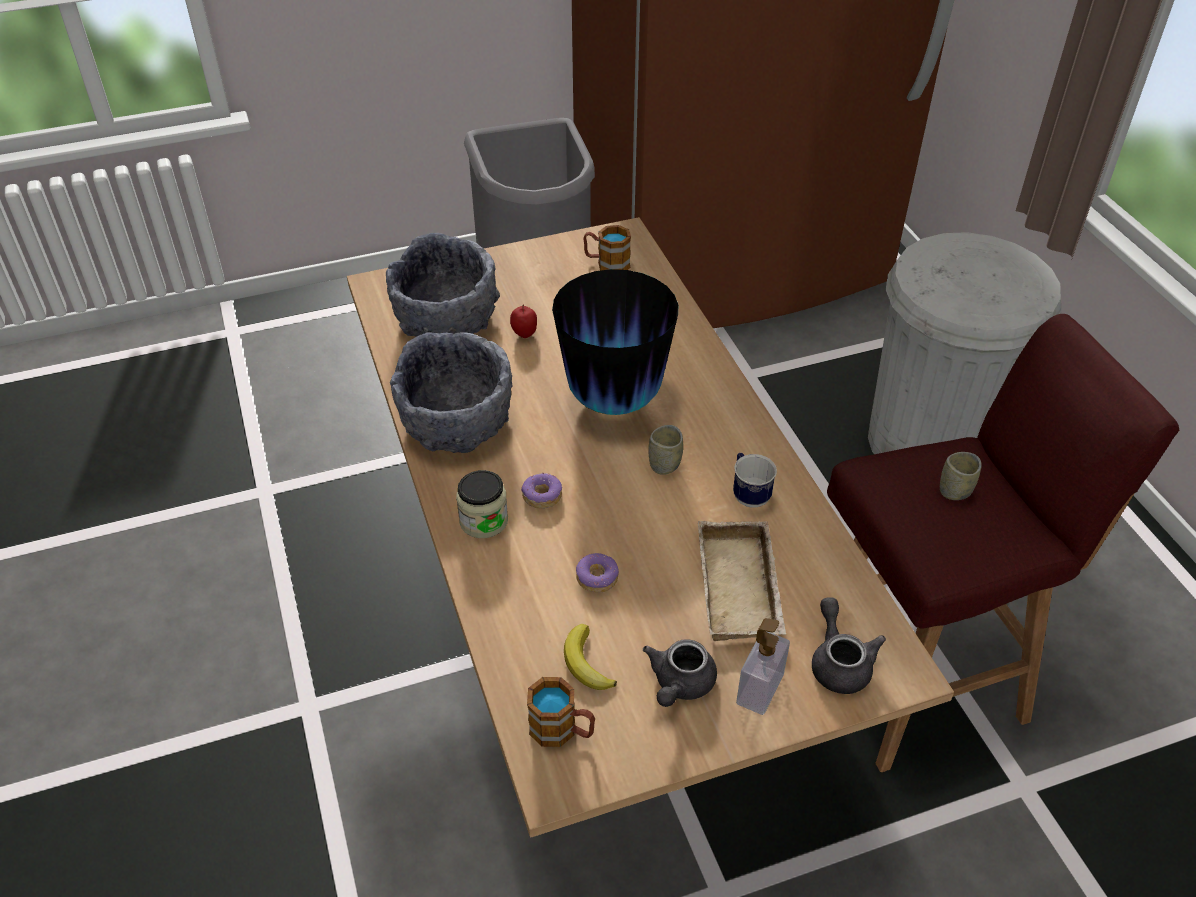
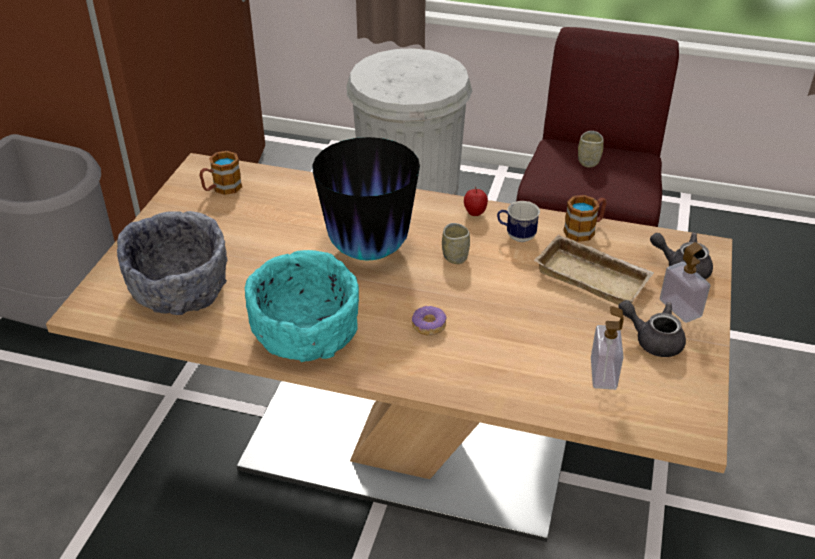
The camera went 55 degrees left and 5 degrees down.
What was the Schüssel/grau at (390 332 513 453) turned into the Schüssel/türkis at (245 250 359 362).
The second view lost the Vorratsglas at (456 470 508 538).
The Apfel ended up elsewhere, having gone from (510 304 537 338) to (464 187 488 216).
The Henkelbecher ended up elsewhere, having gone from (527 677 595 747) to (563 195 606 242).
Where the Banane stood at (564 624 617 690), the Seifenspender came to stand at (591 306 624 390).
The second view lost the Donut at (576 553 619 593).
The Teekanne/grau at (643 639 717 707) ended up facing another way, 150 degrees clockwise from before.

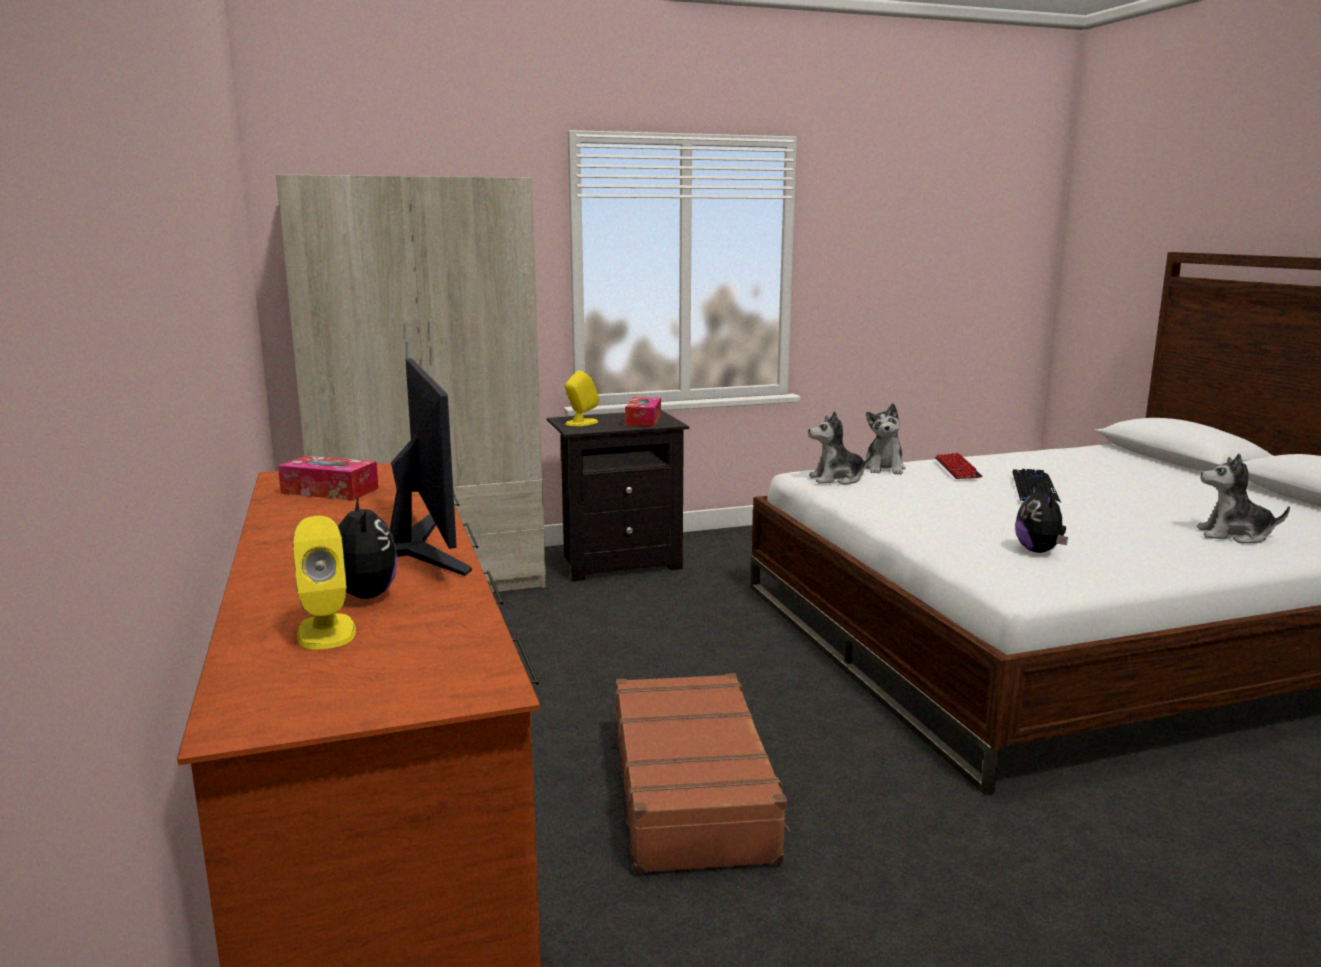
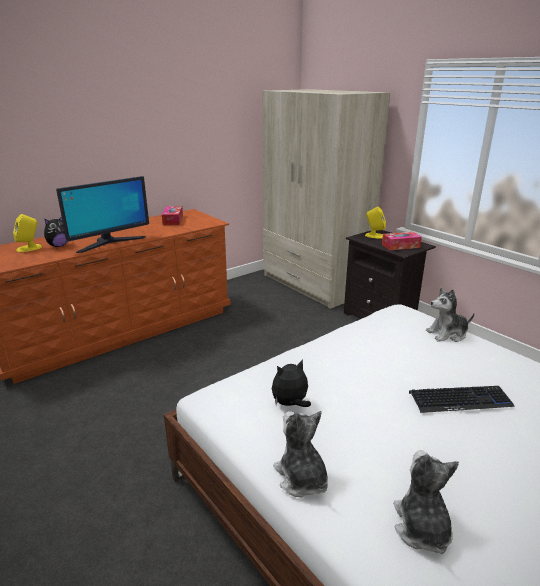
The camera went 70 degrees right and 10 degrees up.
The second view lost the Koffer/braun at (615 673 791 874).
The Plüschtier ended up elsewhere, having gone from (808 411 874 485) to (273 411 328 497).
The second view lost the Tastatur at (935 453 982 479).

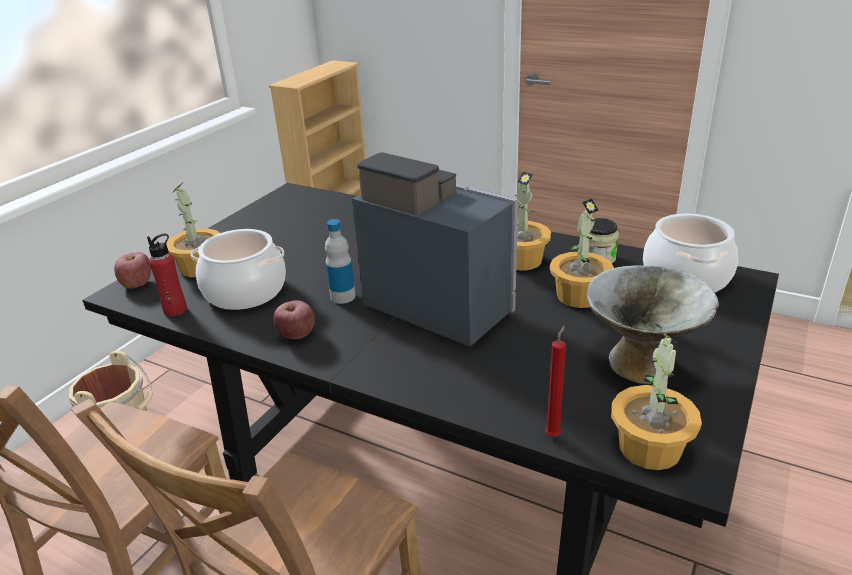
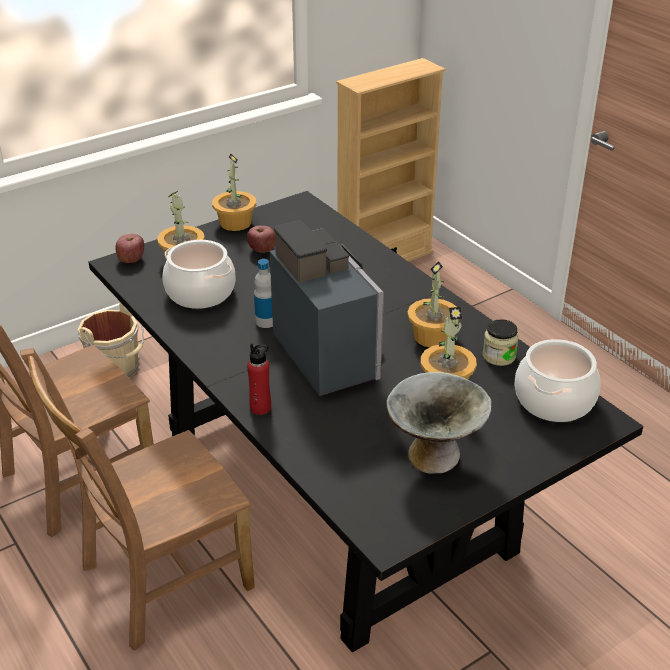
The camera went 25 degrees right and 5 degrees up.
The Flasche/rot ended up elsewhere, having gone from (147 233 187 316) to (247 344 271 415).
The Apfel ended up elsewhere, having gone from (273 301 315 339) to (247 226 275 253).
The second view lost the Kerze/rot at (545 325 566 437).
The Topfpflanze ended up elsewhere, having gone from (611 329 702 470) to (212 153 256 231).

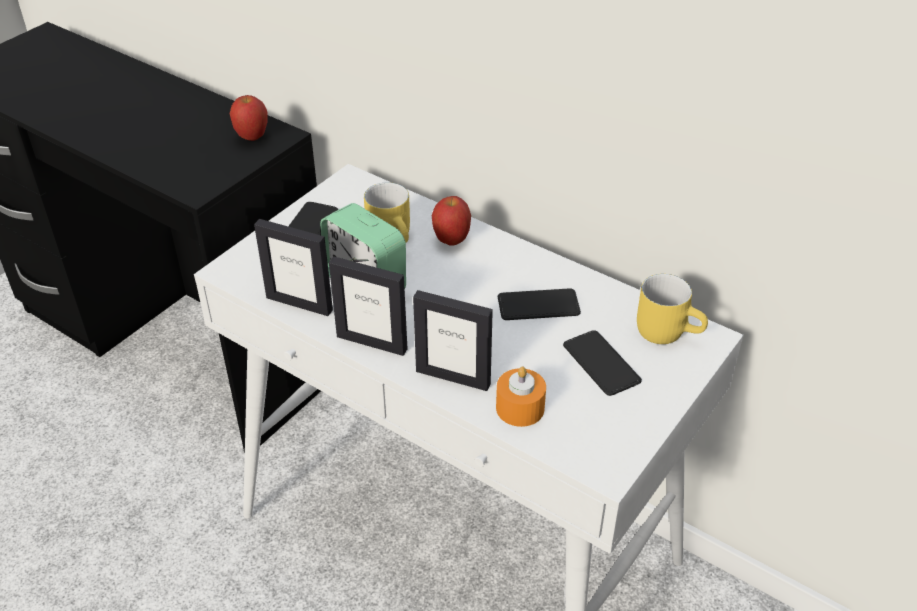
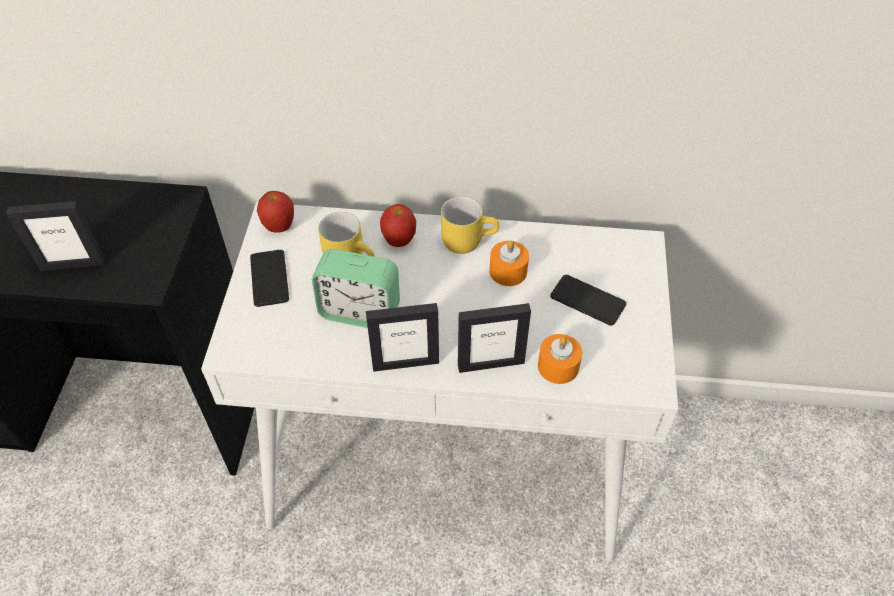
The camera went 30 degrees left and 10 degrees up.
The Apfel ended up elsewhere, having gone from (230 95 268 141) to (257 191 294 233).
The Bilderrahmen ended up elsewhere, having gone from (254 219 333 316) to (6 201 105 271).
Where the Handy stood at (498 288 581 320), the Kerze/orange came to stand at (489 240 529 286).
The Henkelbecher/gelb ended up elsewhere, having gone from (637 274 708 344) to (441 196 499 254).

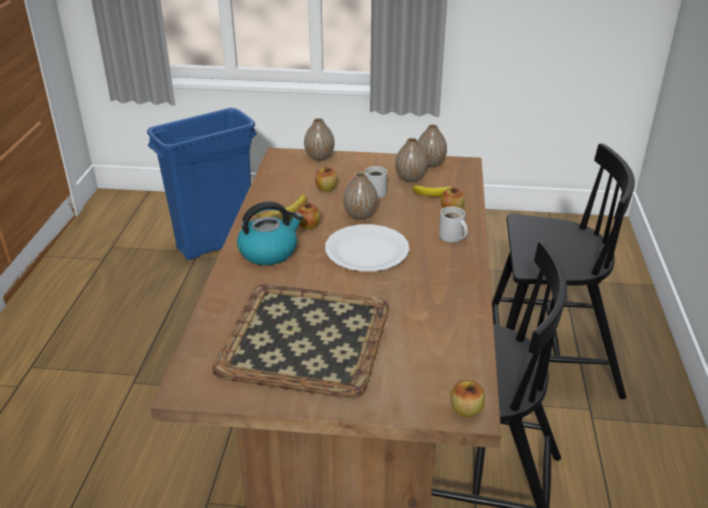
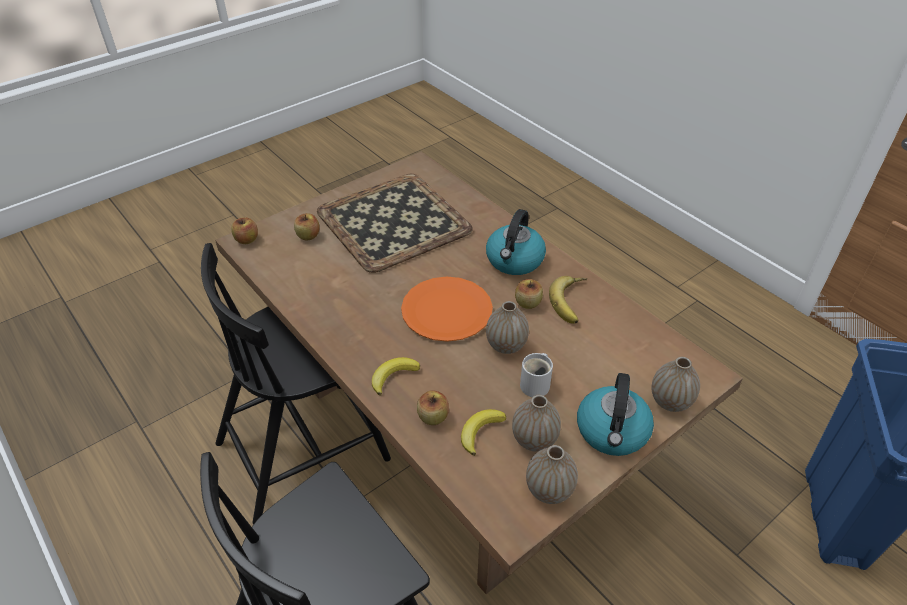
The camera went 135 degrees right and 10 degrees up.
The Apfel ended up elsewhere, having gone from (315 166 338 192) to (294 213 320 240).
What was the Teller/weiß at (325 224 409 272) turned into the Teller/orange at (401 276 493 342).
Where the Henkelbecher/weiß stood at (439 206 468 242), the Banane came to stand at (372 357 420 396).
The second view gained the Wasserkessel at (577 373 654 456).

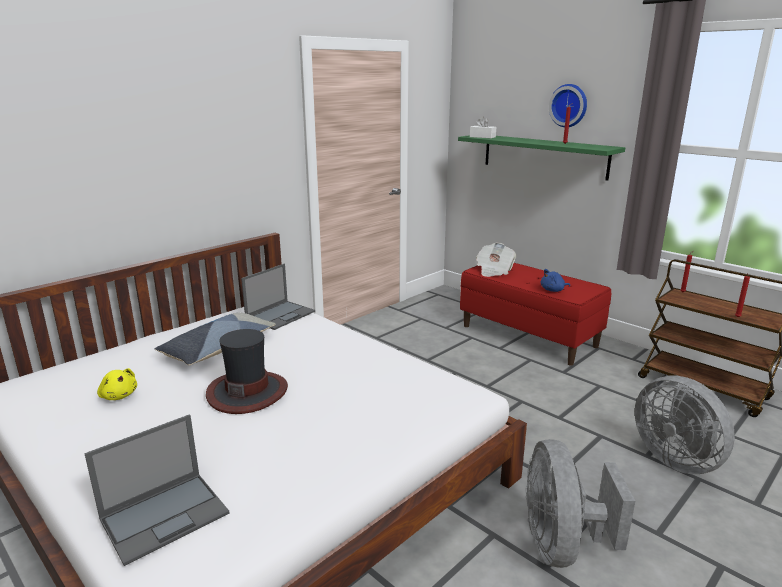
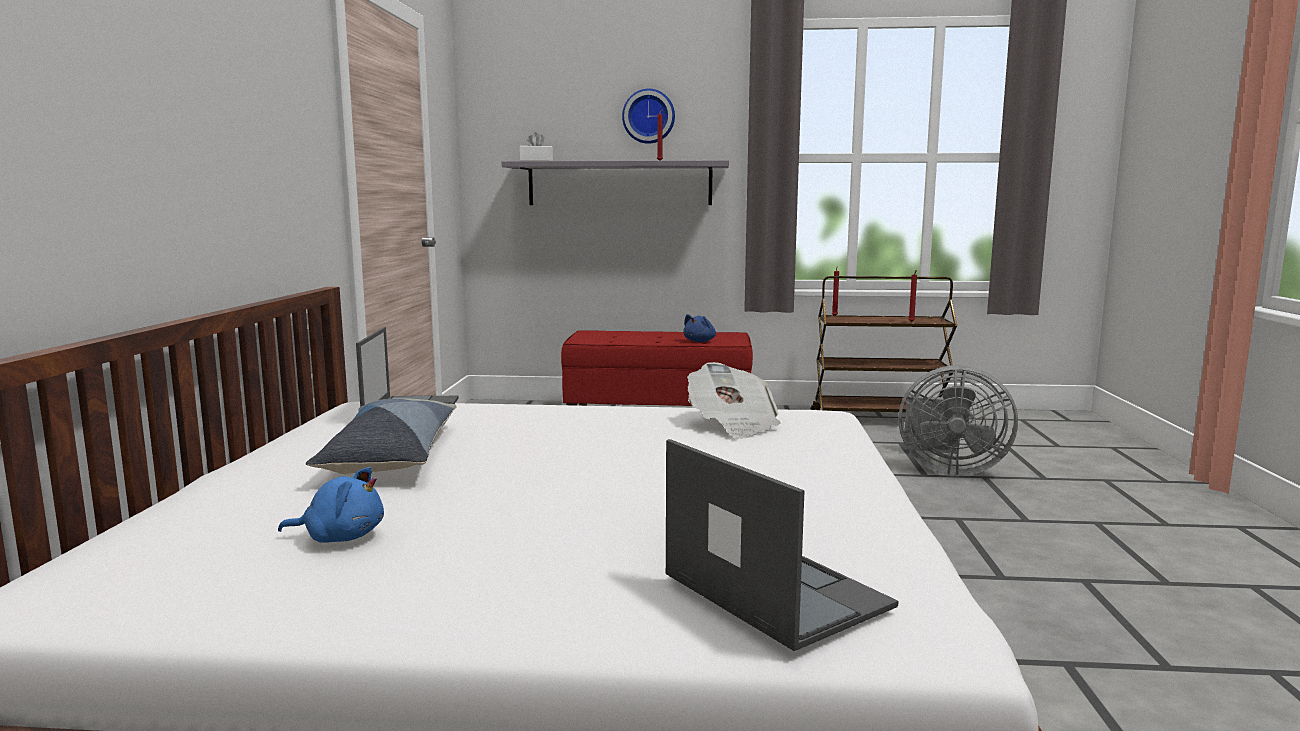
The camera went 40 degrees left and 10 degrees down.
The Laptop at (84 414 229 566) ended up facing another way, 45 degrees counterclockwise from before.
What was the Plüschtier/gelb at (97 368 137 400) turned into the Plüschtier/blau at (278 467 384 542).
The second view lost the Hut at (206 329 288 414).
What was the Wandregal/grün at (458 135 625 181) turned into the Wandregal/grau at (502 160 729 205).
The Zeitung ended up elsewhere, having gone from (476 242 517 277) to (687 362 781 439).
The second view lost the Ventilator/grau at (526 439 635 568).

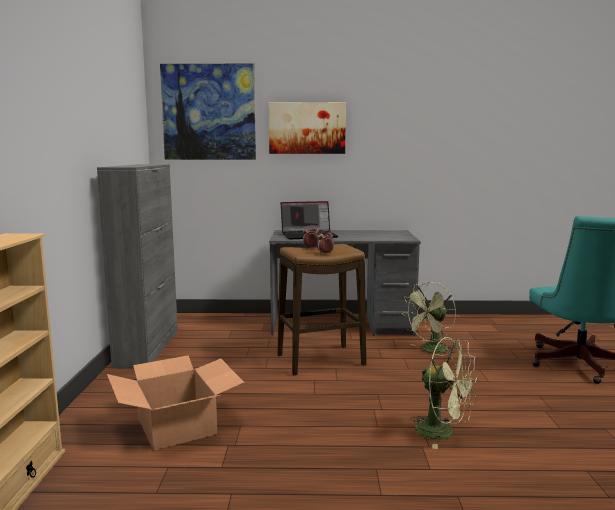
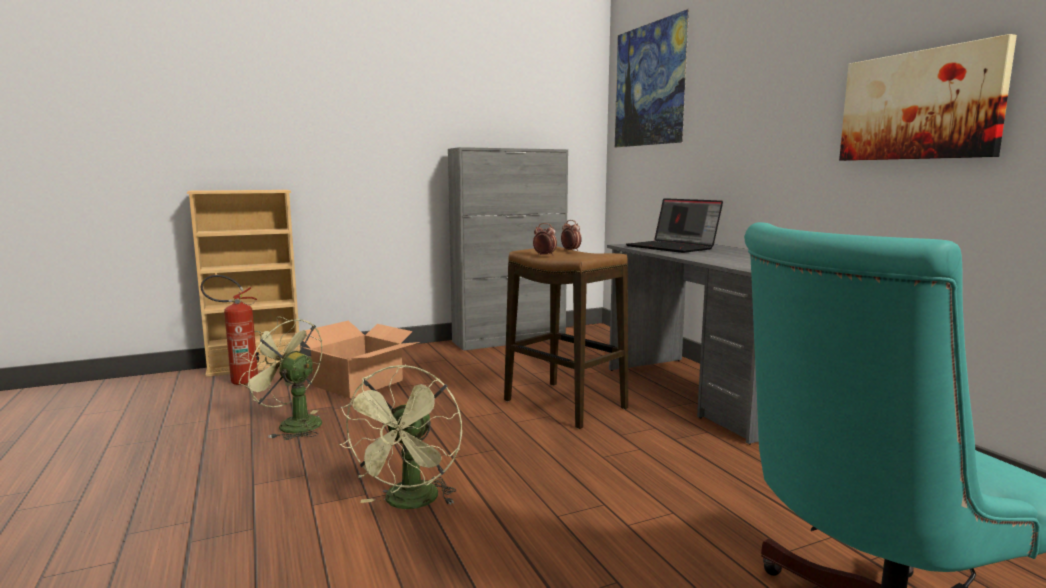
The camera went 65 degrees right and 0 degrees up.
The Bild ended up elsewhere, having gone from (269 102 346 154) to (839 34 1017 161).
The Ventilator/grün ended up elsewhere, having gone from (402 282 457 356) to (239 317 322 440).
The second view gained the Feuerlöscher at (201 275 258 385).

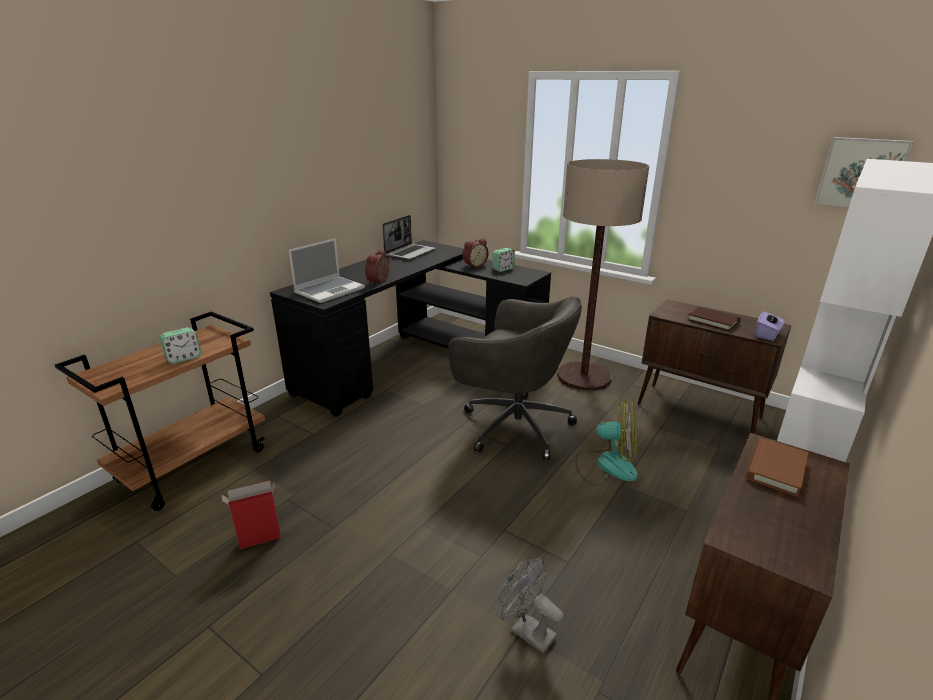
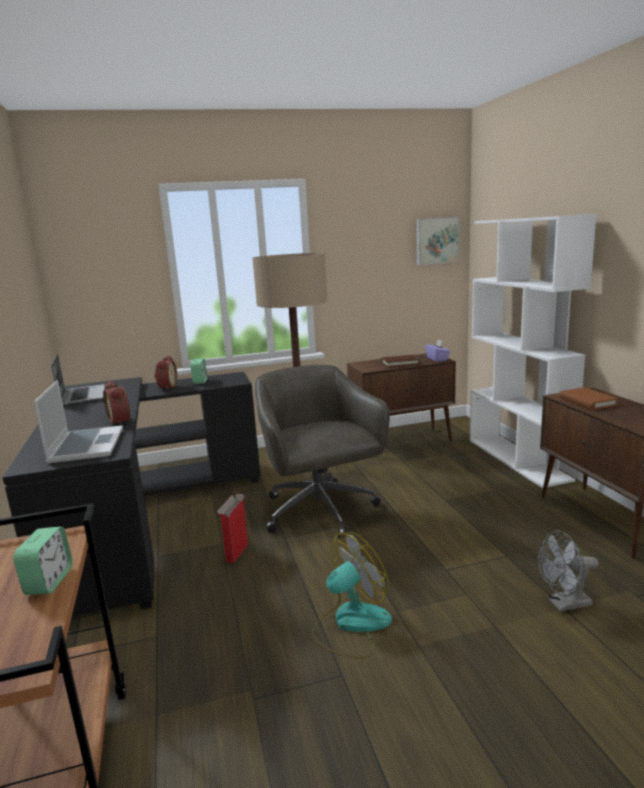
The camera went 50 degrees left and 10 degrees down.
The Karton ended up elsewhere, having gone from (222 481 281 549) to (217 494 248 563).
The Bürostuhl/grau at (448 296 582 460) ended up facing another way, 90 degrees counterclockwise from before.
The Ventilator ended up elsewhere, having gone from (575 400 637 486) to (312 532 392 659).

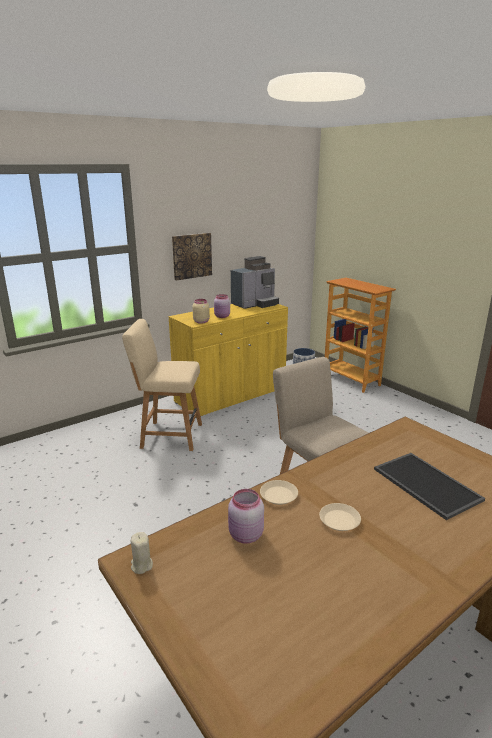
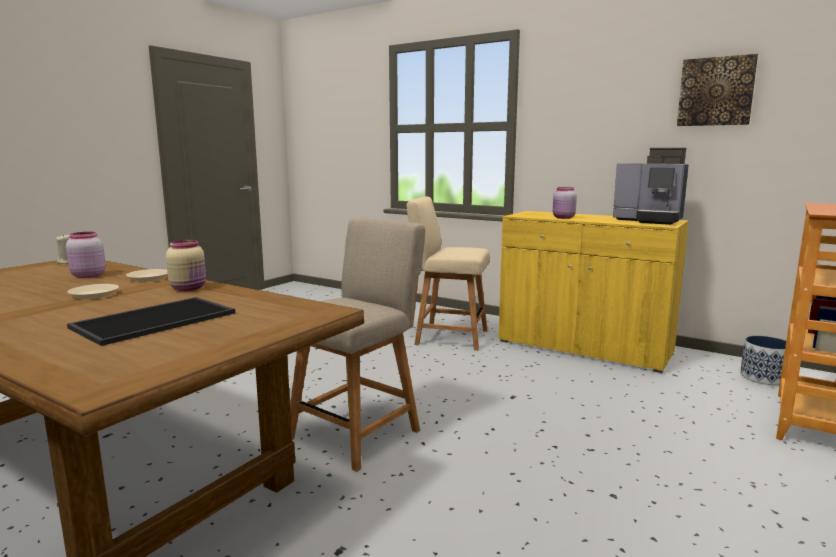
The camera went 70 degrees right and 10 degrees down.
The Stuhl/beige at (122 319 202 451) ended up facing another way, 60 degrees counterclockwise from before.
The Bild ended up elsewhere, having gone from (172 233 212 281) to (677 54 758 126).
The Vorratsglas/beige ended up elsewhere, having gone from (192 299 210 324) to (166 240 206 291).

